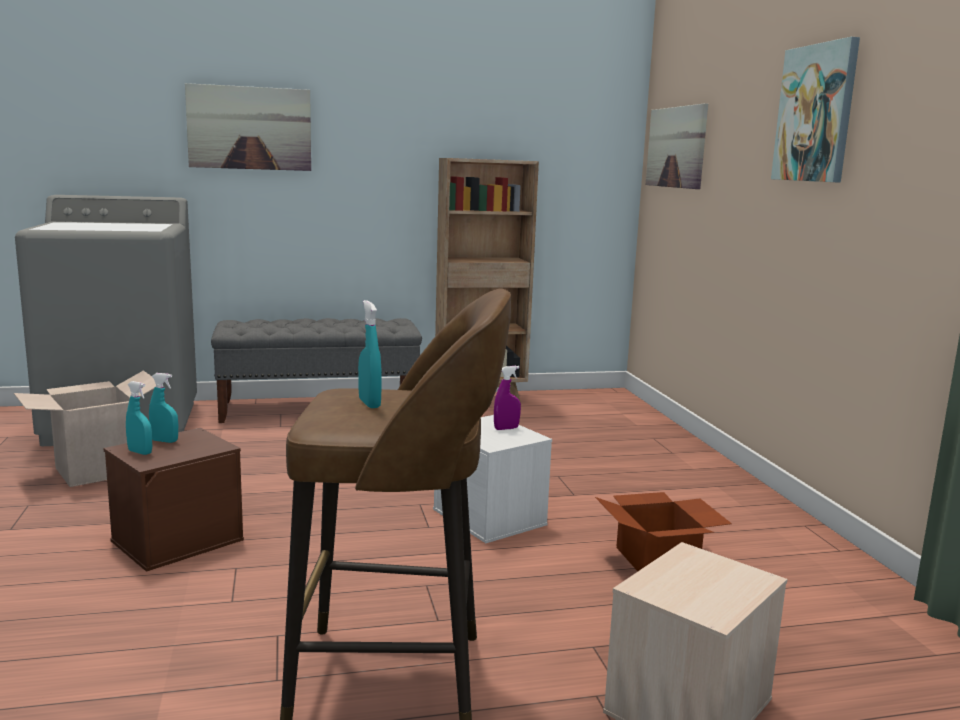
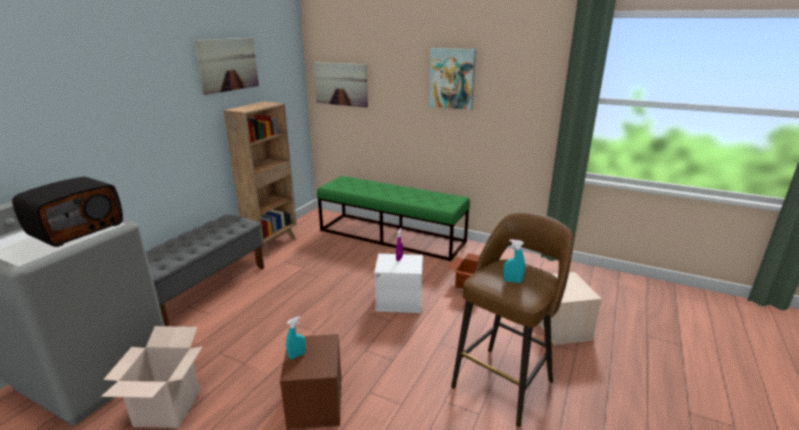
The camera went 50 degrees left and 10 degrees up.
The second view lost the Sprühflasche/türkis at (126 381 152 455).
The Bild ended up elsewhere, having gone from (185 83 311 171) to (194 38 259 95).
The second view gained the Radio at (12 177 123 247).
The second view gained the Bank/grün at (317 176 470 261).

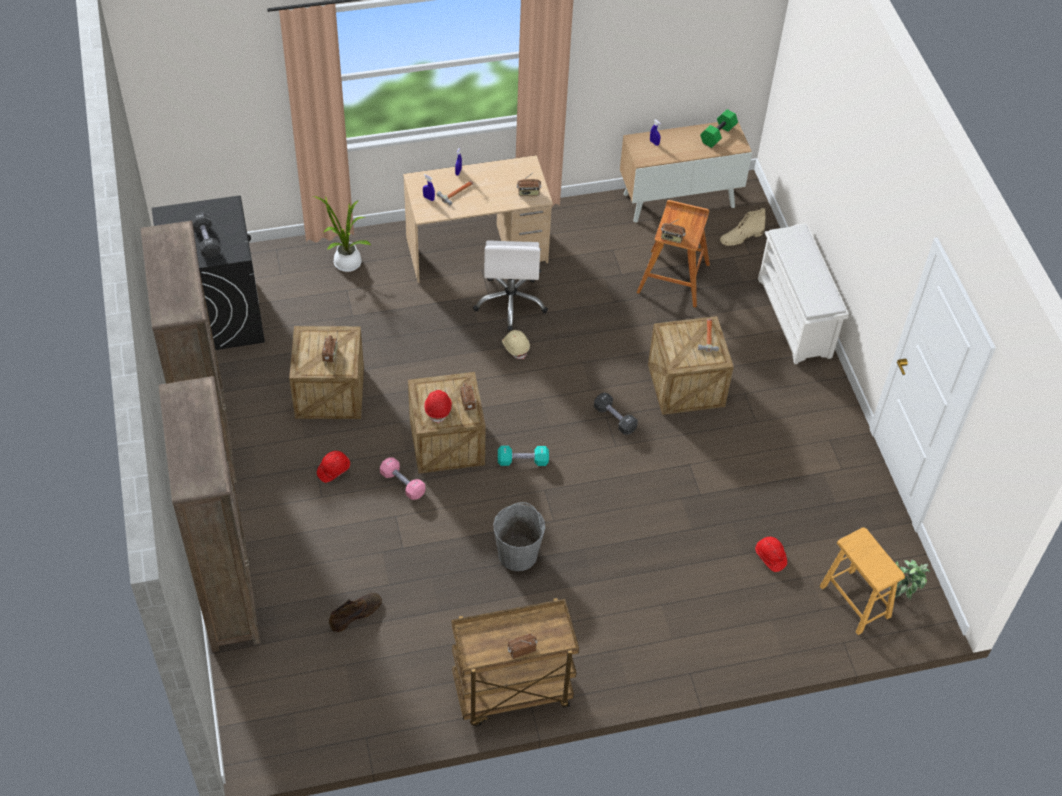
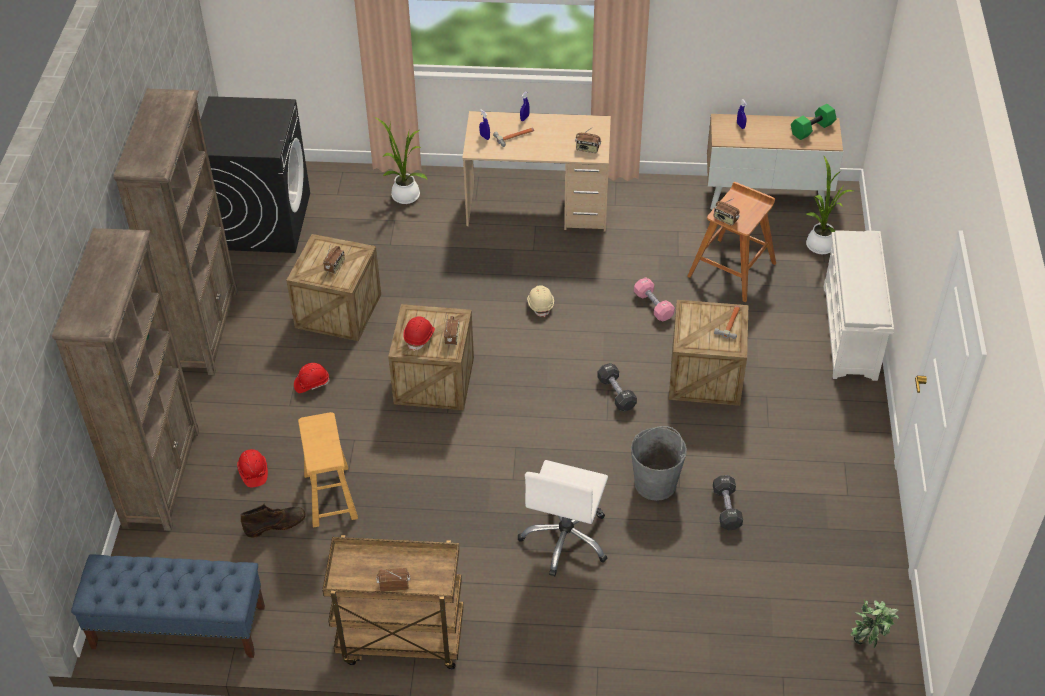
The camera went 20 degrees right and 5 degrees down.
The Hantel/schwarz ended up elsewhere, having gone from (190 212 221 258) to (713 475 743 530).
The Hantel/rosa ended up elsewhere, having gone from (380 458 425 500) to (634 277 675 322).
The Bürostuhl/weiß ended up elsewhere, having gone from (473 240 548 331) to (518 460 608 576).
The Eimer/grau ended up elsewhere, having gone from (493 502 545 571) to (631 426 687 501).
The second view lost the Hantel/türkis at (498 446 549 466).
Where the Stiefel/beige stood at (720 208 766 246), the Topfpflanze came to stand at (806 156 854 254).
The Schutzhelm/rot ended up elsewhere, having gone from (755 537 787 572) to (237 449 268 487).
The Hocker/braun ended up elsewhere, having gone from (820 527 905 635) to (298 412 358 527).
The second view gained the Bank/blau at (71 555 265 658).

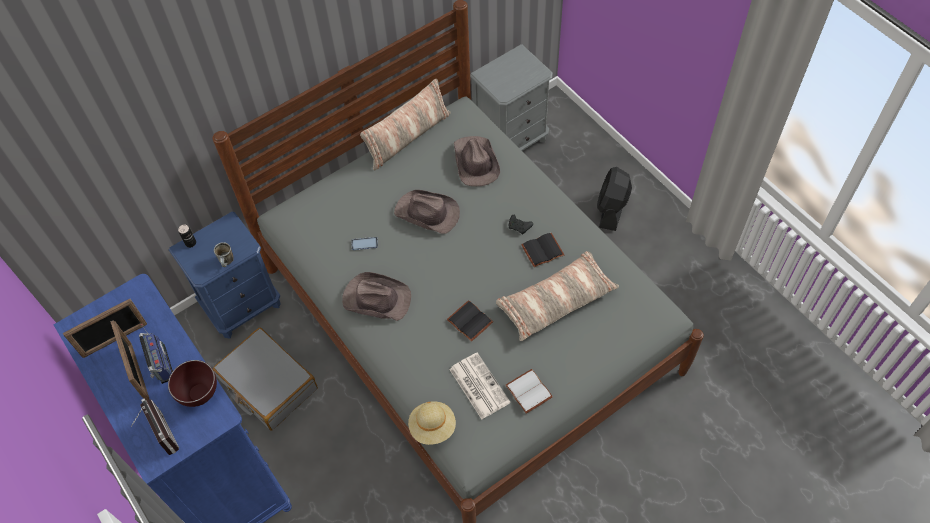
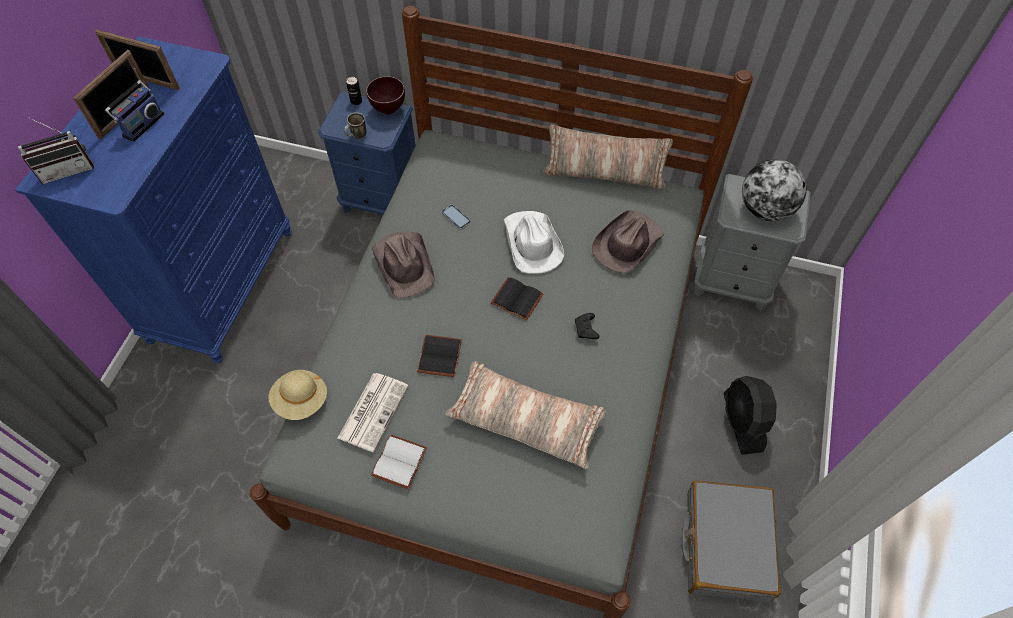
The camera went 50 degrees right and 0 degrees up.
The Radio at (131 399 179 455) ended up facing another way, 45 degrees clockwise from before.
The Schüssel/braun ended up elsewhere, having gone from (168 360 217 407) to (366 76 405 115).
The Koffer/grau ended up elsewhere, having gone from (213 328 318 431) to (682 481 781 603).
What was the Hut/braun at (394 190 460 234) turned into the Hut/weiß at (504 211 564 274).
The Buch/schwarz ended up elsewhere, having gone from (521 233 564 267) to (491 277 544 321).
The Ventilator/schwarz at (597 167 632 231) ended up facing another way, 75 degrees counterclockwise from before.
The second view gained the Globus at (742 159 807 222).

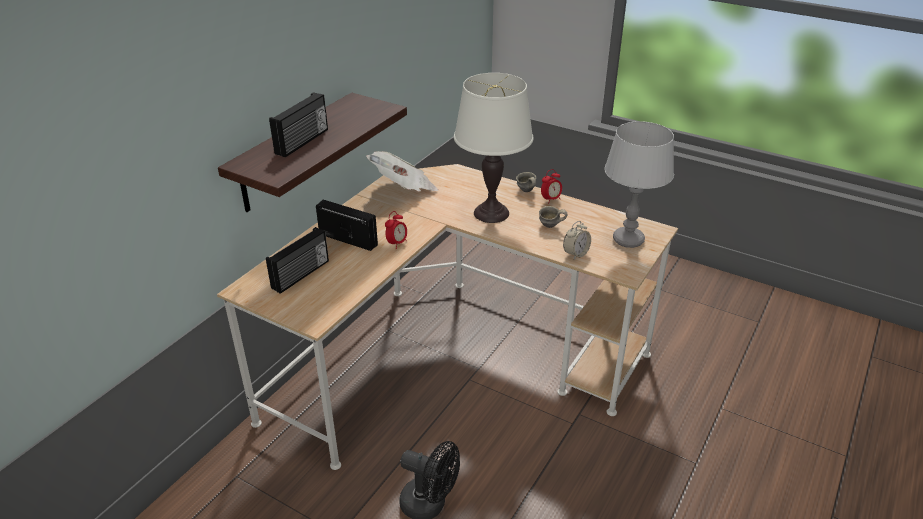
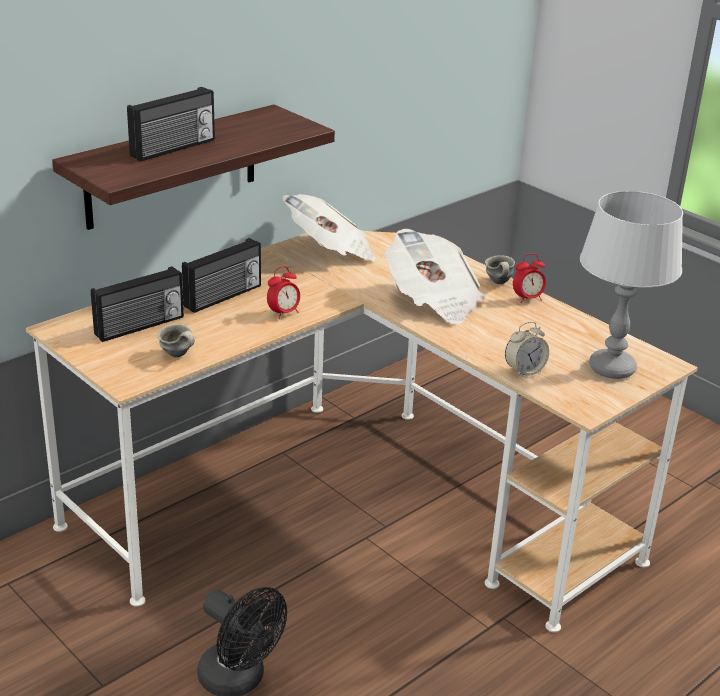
The camera went 15 degrees right and 5 degrees down.
The Radio at (316 200 378 251) ended up facing another way, 90 degrees clockwise from before.
Where the Tischlampe/weiß stood at (454 73 533 223), the Zeitung came to stand at (385 229 485 325).
The Henkelbecher/grau ended up elsewhere, having gone from (539 206 567 228) to (157 324 195 357).

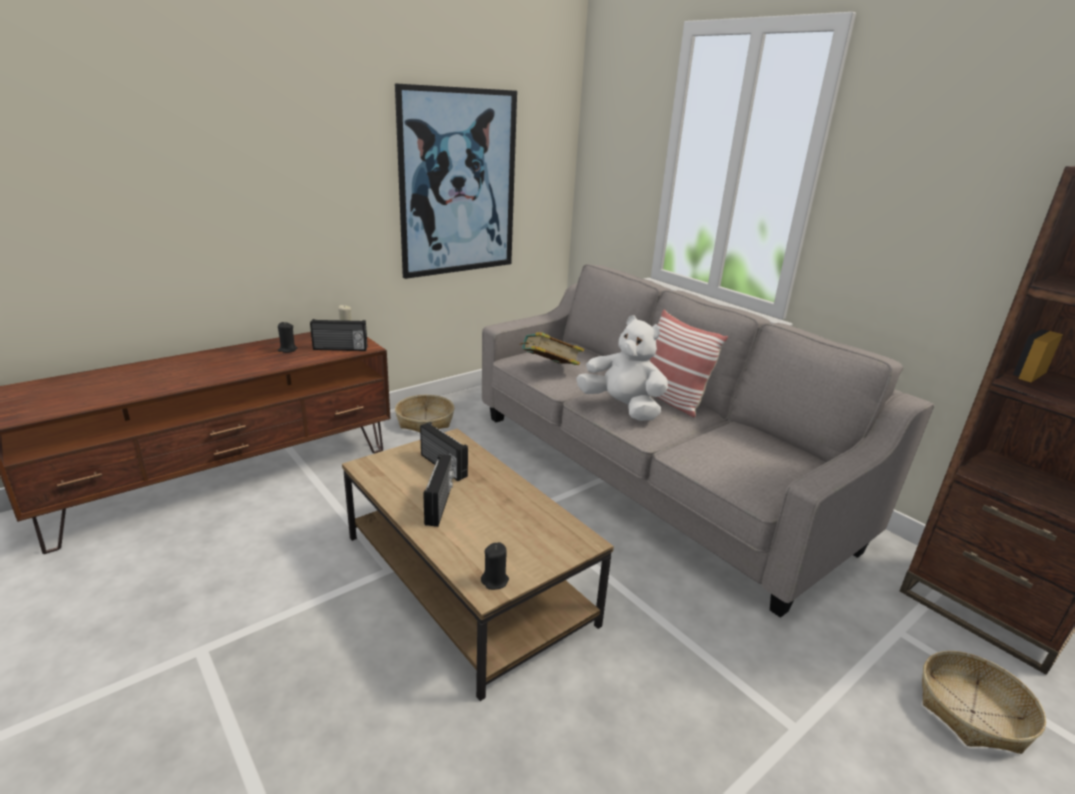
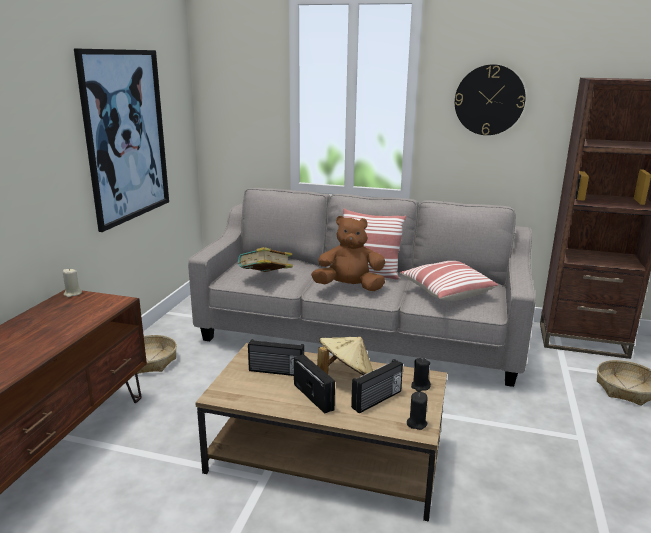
The camera went 35 degrees left and 5 degrees down.
The Kerze/schwarz ended up elsewhere, having gone from (278 322 298 353) to (411 358 431 392).
The Radio ended up elsewhere, having gone from (310 319 367 351) to (351 359 403 414).
What was the Plüschtier/weiß at (576 315 668 421) turned into the Plüschtier/braun at (311 216 385 291).
The second view gained the Hut/beige at (317 337 373 375).
The second view gained the Kissen at (400 261 498 301).
The second view gained the Wanduhr at (455 64 526 135).

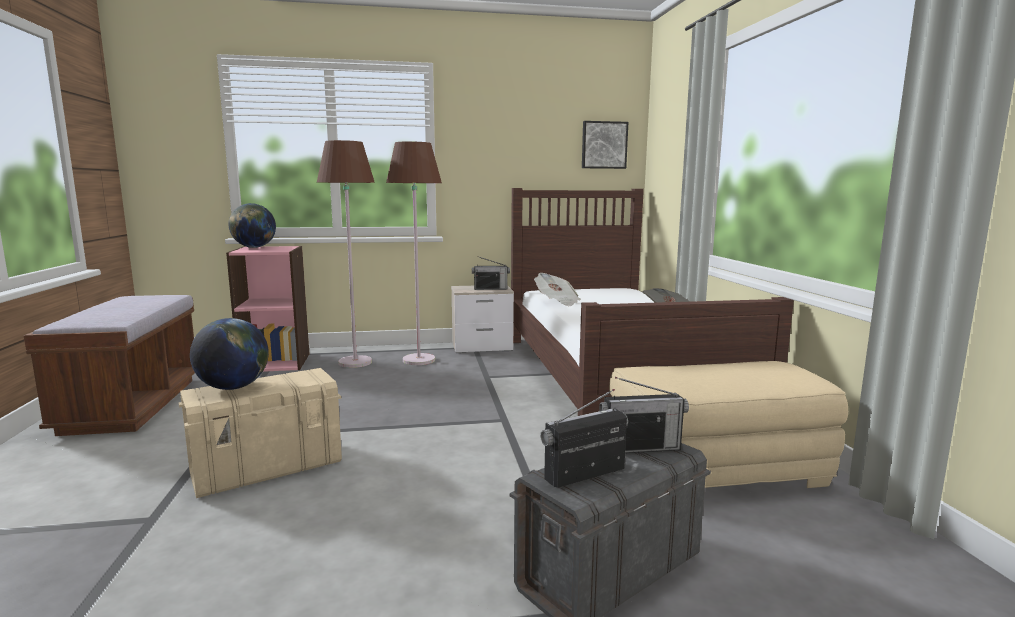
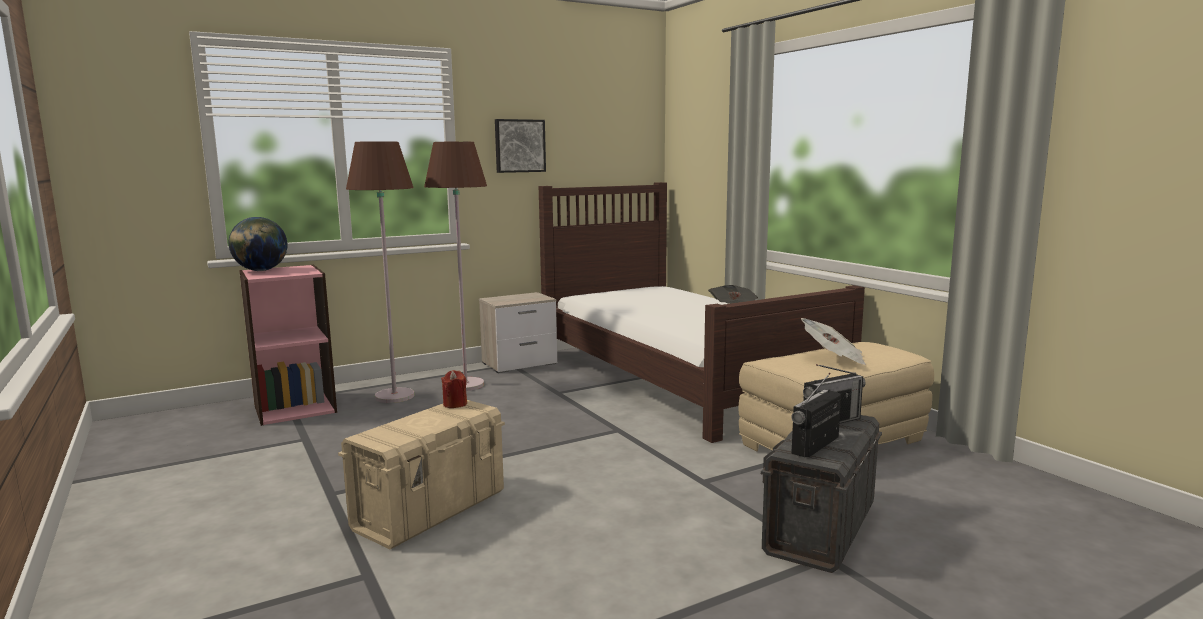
The camera went 20 degrees left and 0 degrees up.
The second view lost the Bank/braun at (24 295 195 436).
The second view lost the Globus at (190 318 269 390).
The second view lost the Radio at (472 256 510 290).
The Zeitung ended up elsewhere, having gone from (534 273 581 306) to (801 318 865 365).
The Bild ended up elsewhere, having gone from (582 121 628 169) to (495 119 546 173).
The second view gained the Kerze/rot at (441 370 467 408).

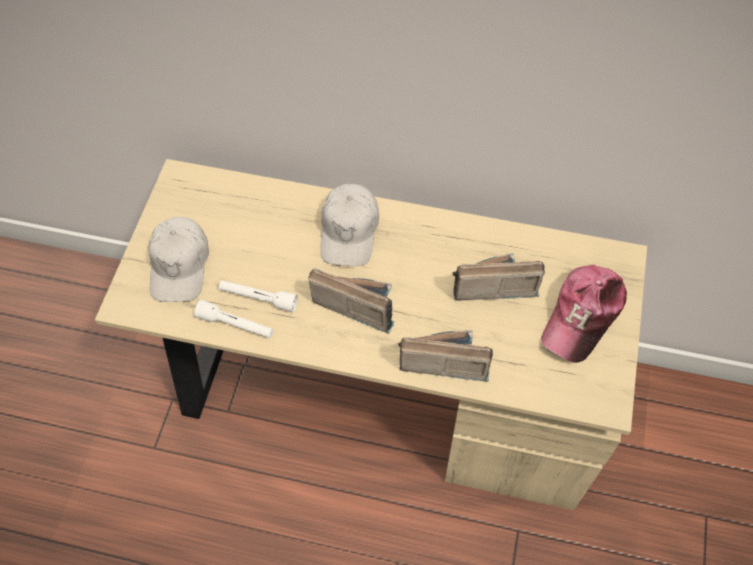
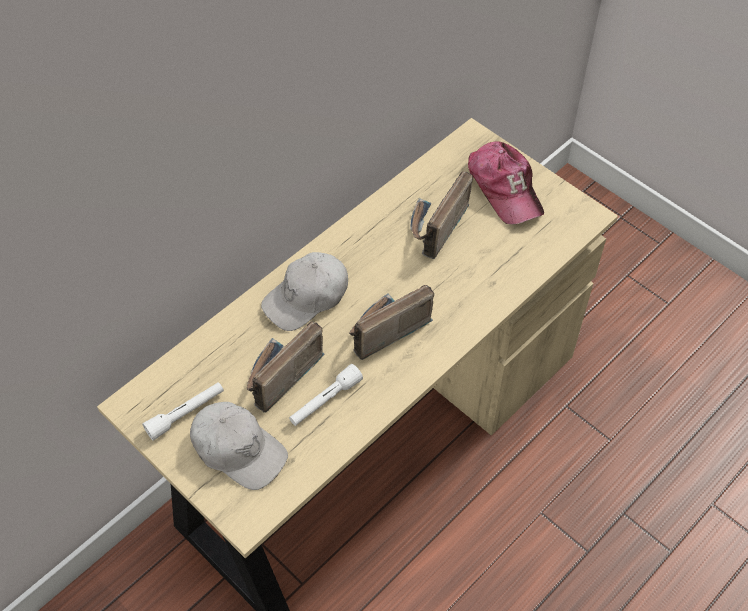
The camera went 60 degrees left and 5 degrees down.
The Taschenlampe/weiß ended up elsewhere, having gone from (194 300 274 338) to (142 382 224 441).
The Kappe/weiß at (320 184 379 266) ended up facing another way, 105 degrees clockwise from before.
The Radio ended up elsewhere, having gone from (398 330 493 382) to (247 321 325 413).

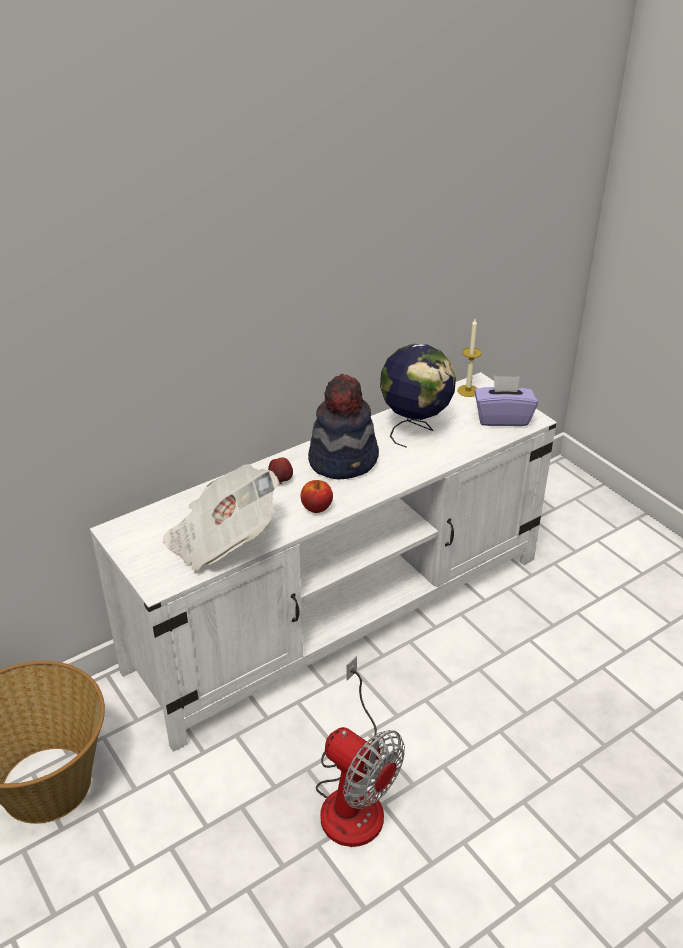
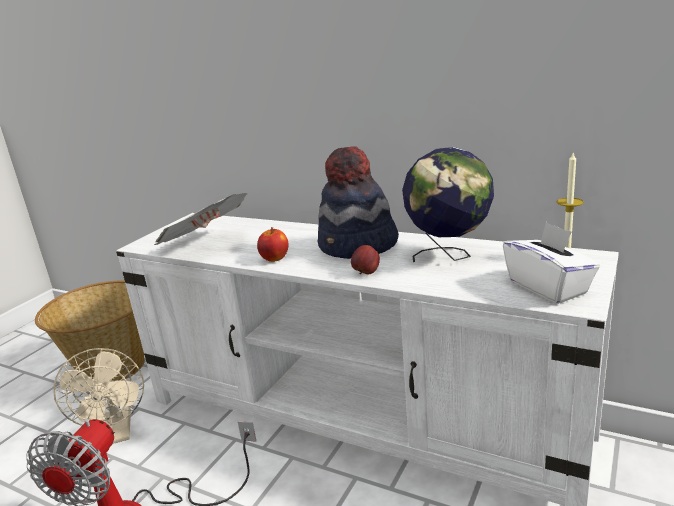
The camera went 65 degrees right and 15 degrees down.
The Apfel ended up elsewhere, having gone from (268 457 293 484) to (351 245 380 274).
What was the Taschentuchbox/lila at (474 376 538 426) turned into the Taschentuchbox/weiß at (503 222 600 304).
The second view gained the Ventilator/beige at (53 348 144 444).

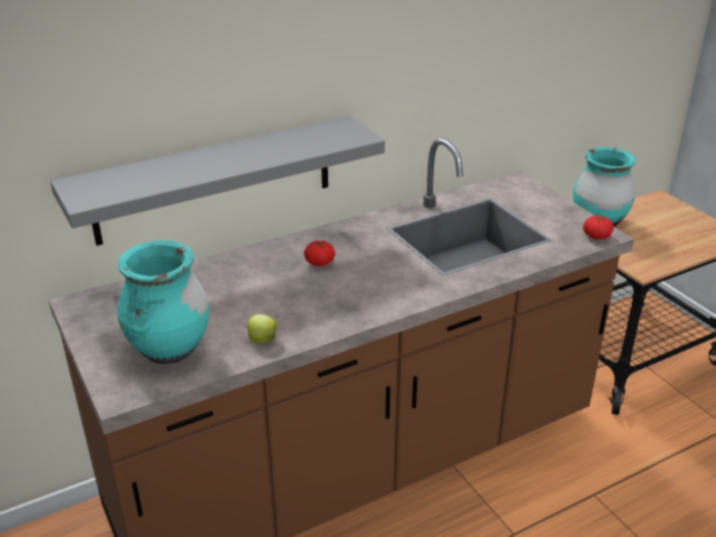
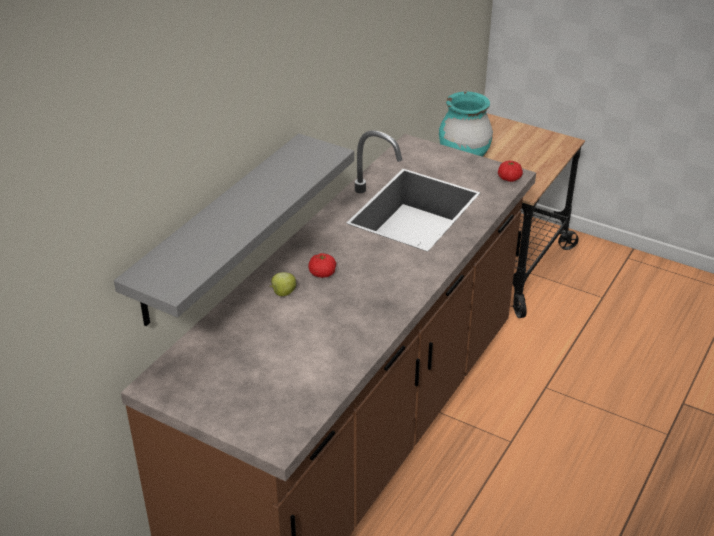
The camera went 30 degrees left and 5 degrees up.
The second view lost the Vase/türkis at (117 240 209 364).
The Apfel ended up elsewhere, having gone from (245 314 277 343) to (269 272 296 296).

